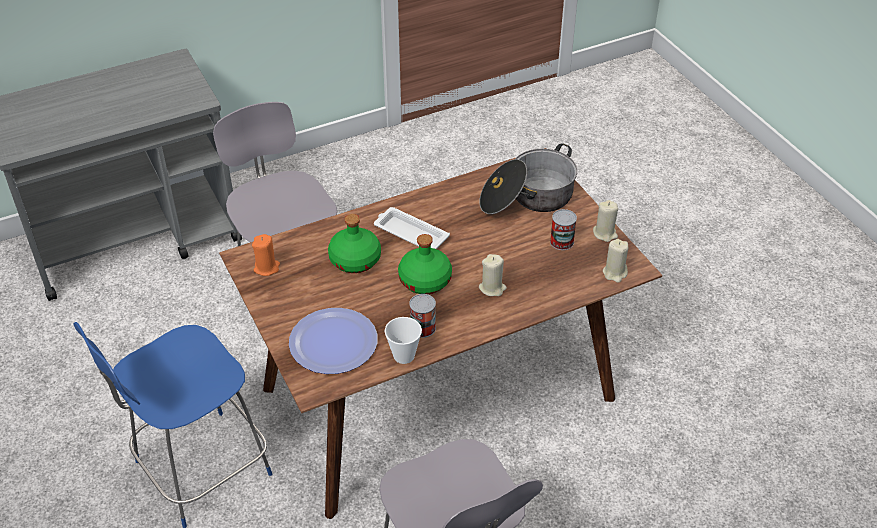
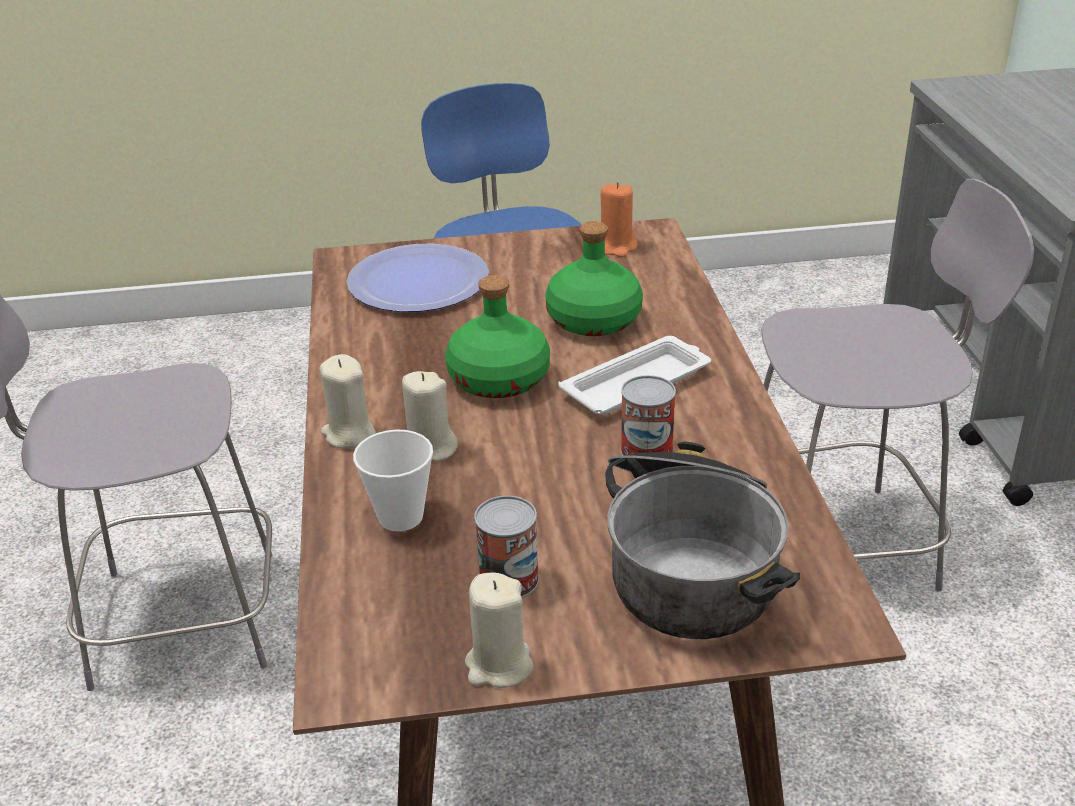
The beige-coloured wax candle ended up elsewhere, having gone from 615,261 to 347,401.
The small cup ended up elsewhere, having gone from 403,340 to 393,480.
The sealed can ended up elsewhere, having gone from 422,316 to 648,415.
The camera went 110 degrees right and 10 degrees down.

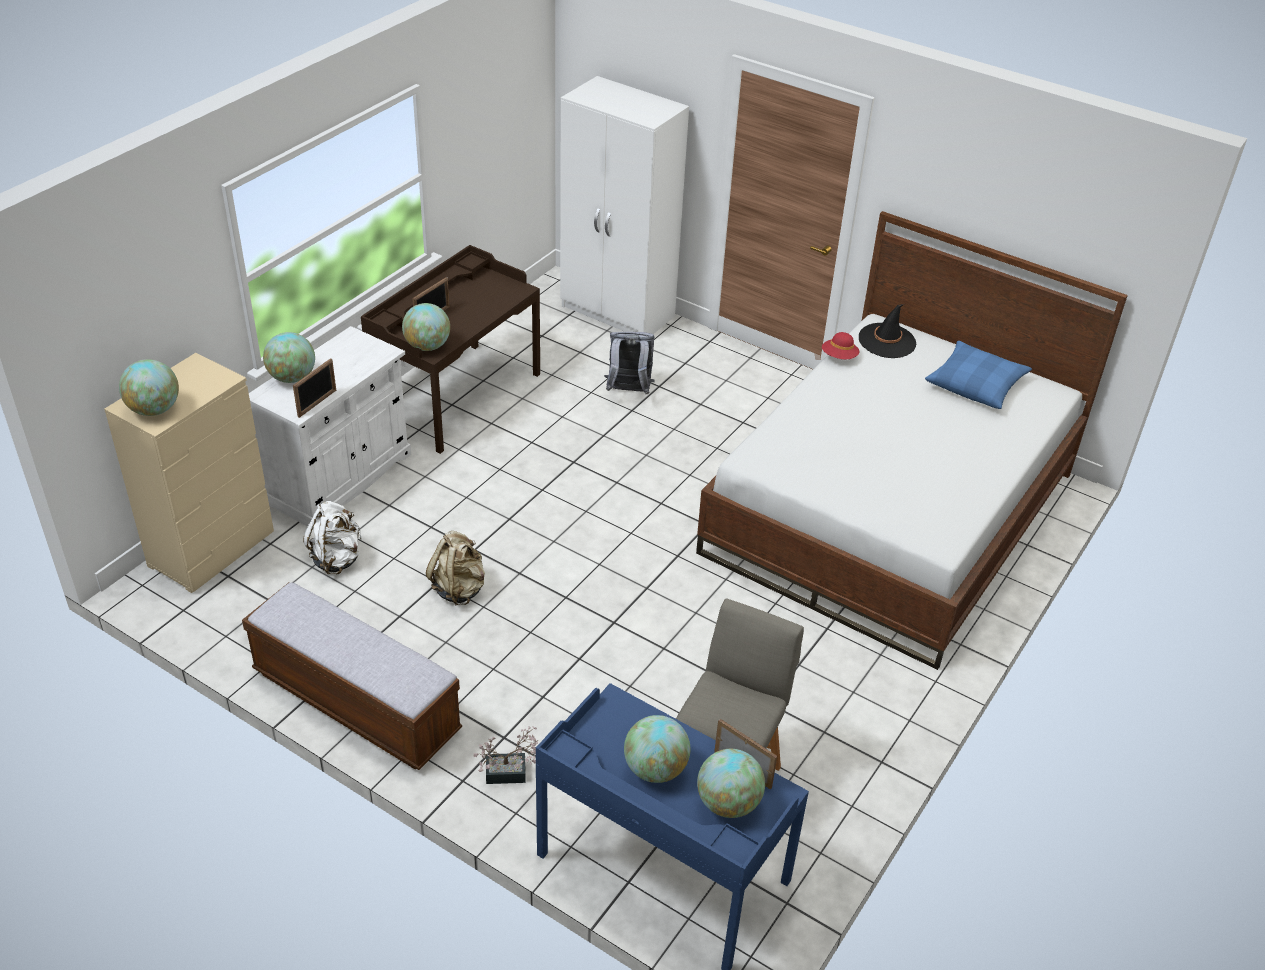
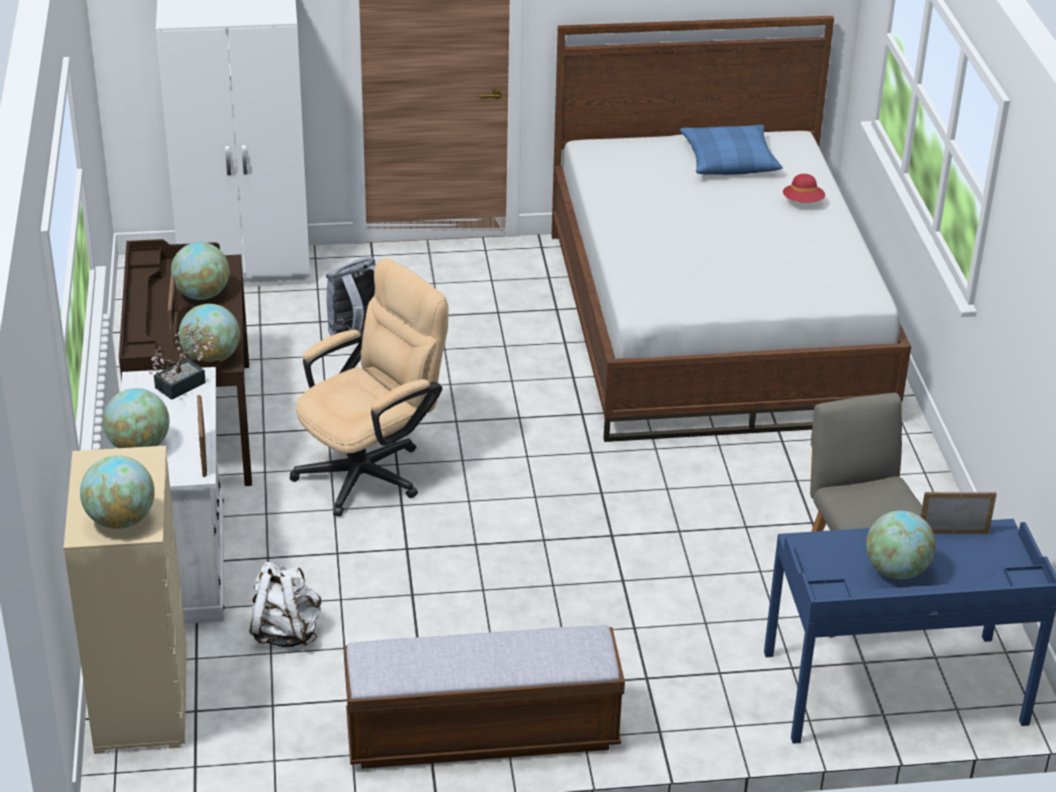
The plant in a pot ended up elsewhere, having gone from 505,755 to 182,361.
The desk globe ended up elsewhere, having gone from 731,783 to 200,271.
The second view gained the beige-coloured desk chair at 369,387.
The red-coloured clothing hat ended up elsewhere, having gone from 840,345 to 804,188.
The second view lost the beige-coloured rucksack at 455,568.
The second view lost the blackish clothing hat at 887,331.
The camera went 40 degrees left and 5 degrees down.

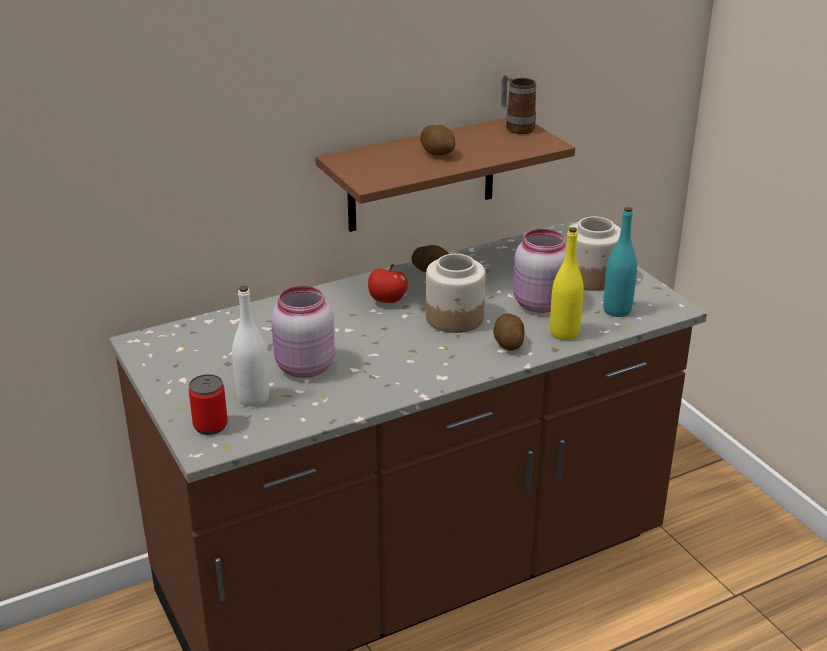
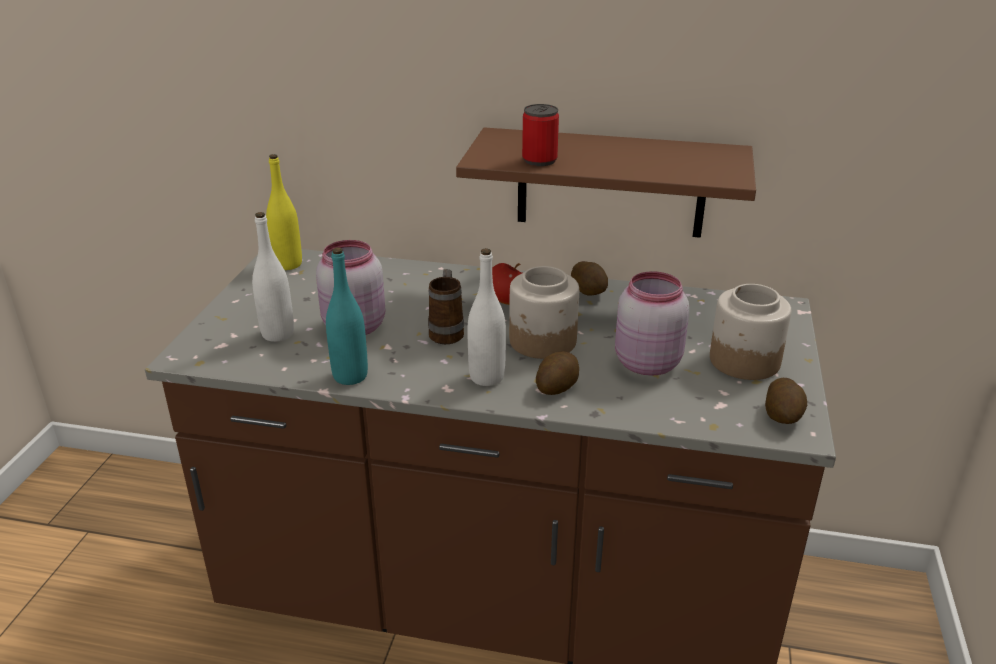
The yellowish beverage bottle ended up elsewhere, having gone from 567,283 to 284,212.
The turquoise-coloured beverage bottle ended up elsewhere, having gone from 620,262 to 347,316.
The mug ended up elsewhere, having gone from 518,104 to 446,306.
The second view gained the white-coloured beverage bottle at 487,317.
The sealed can ended up elsewhere, having gone from 208,404 to 540,135.
The whole potato ended up elsewhere, having gone from 437,140 to 786,401.
The camera went 40 degrees right and 0 degrees up.

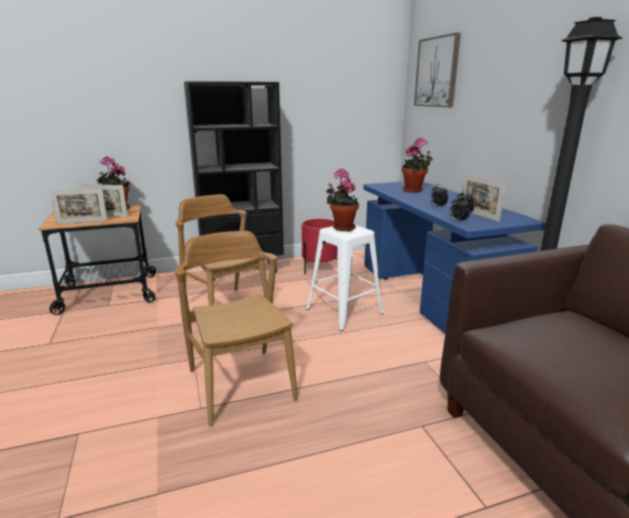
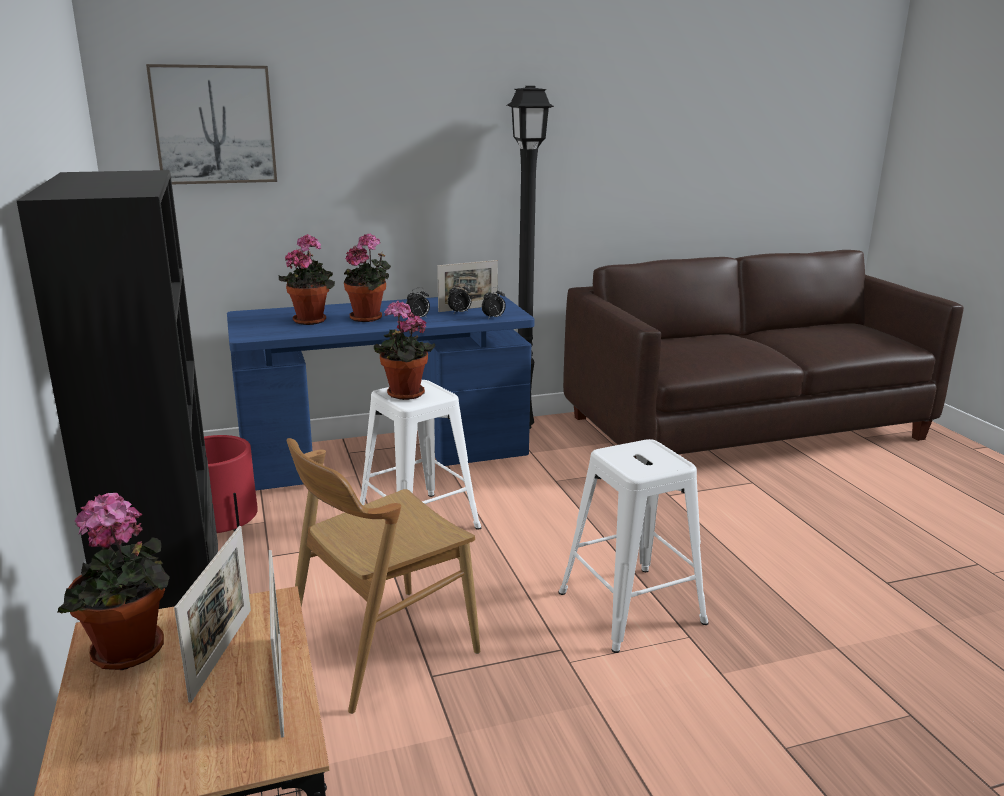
The second view gained the plant in a pot at 367,277.
Where the brownish upright chair stood at 236,329, the white-coloured sitting stool came to stand at 633,546.
The camera went 90 degrees left and 0 degrees up.

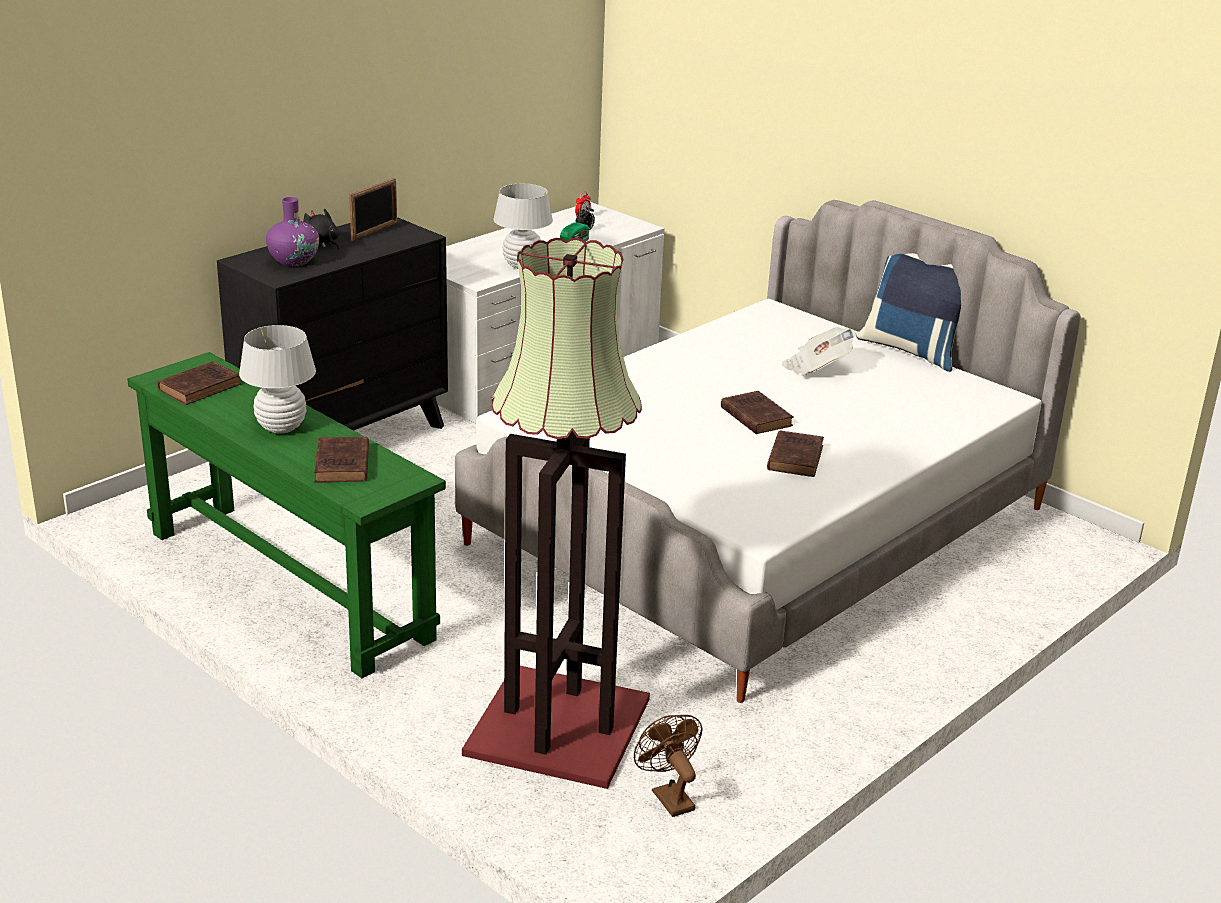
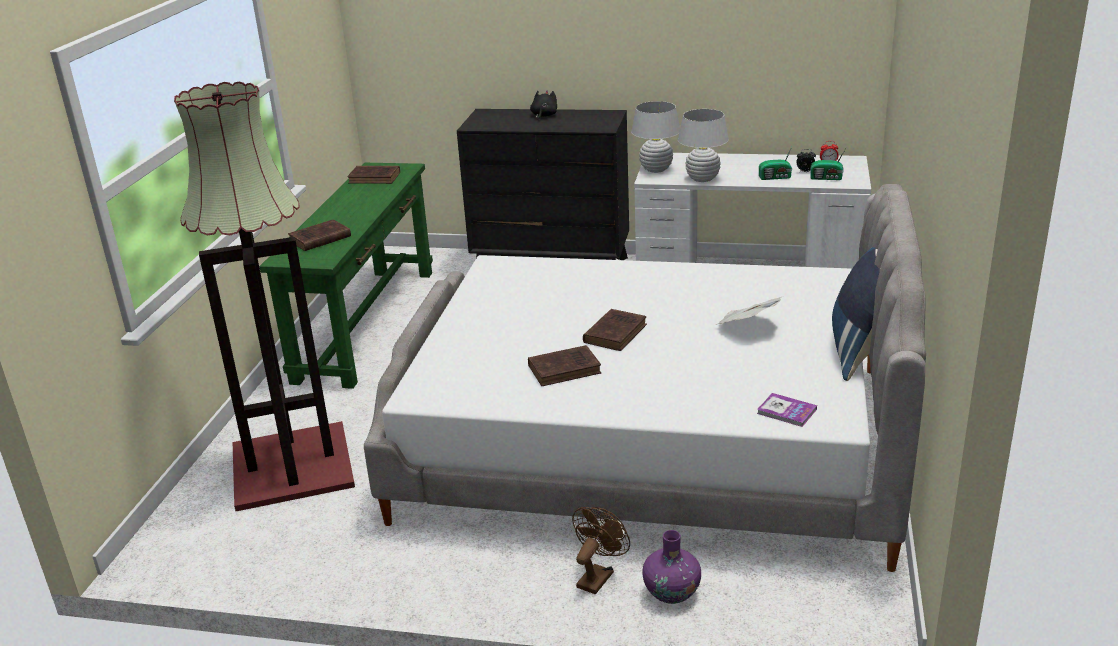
The brownish cooling fan ended up elsewhere, having gone from 668,766 to 601,550.
The white-coloured tabletop lamp ended up elsewhere, having gone from 277,379 to 655,137.
The purplish flower vase ended up elsewhere, having gone from 292,232 to 671,567.
The second view gained the bound book at 787,410.
The second view gained the radio at 828,164.
The second view lost the standing frame at 373,209.
The camera went 60 degrees right and 0 degrees up.

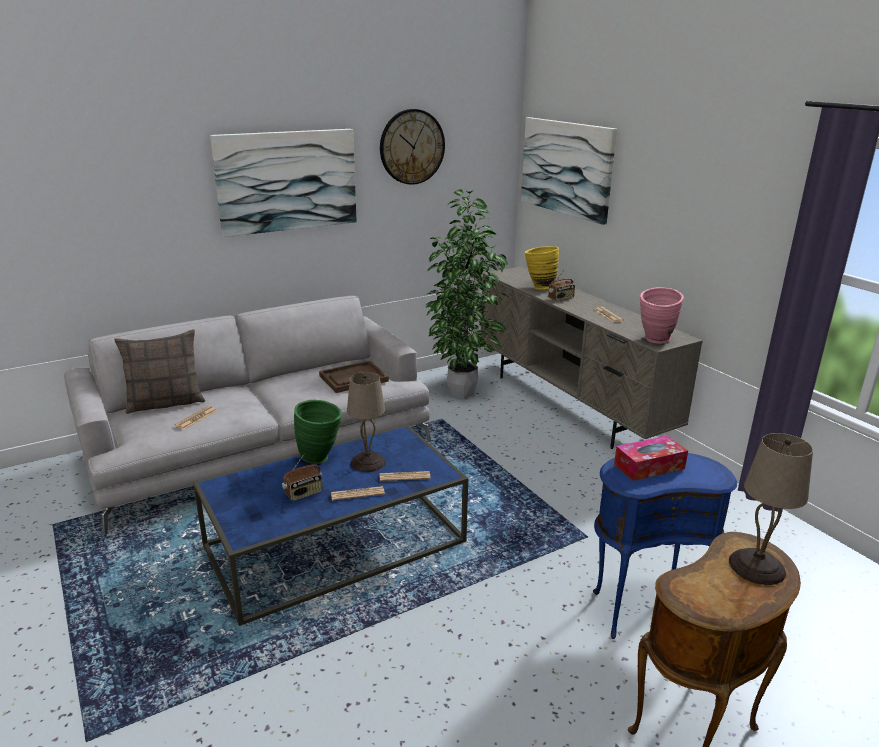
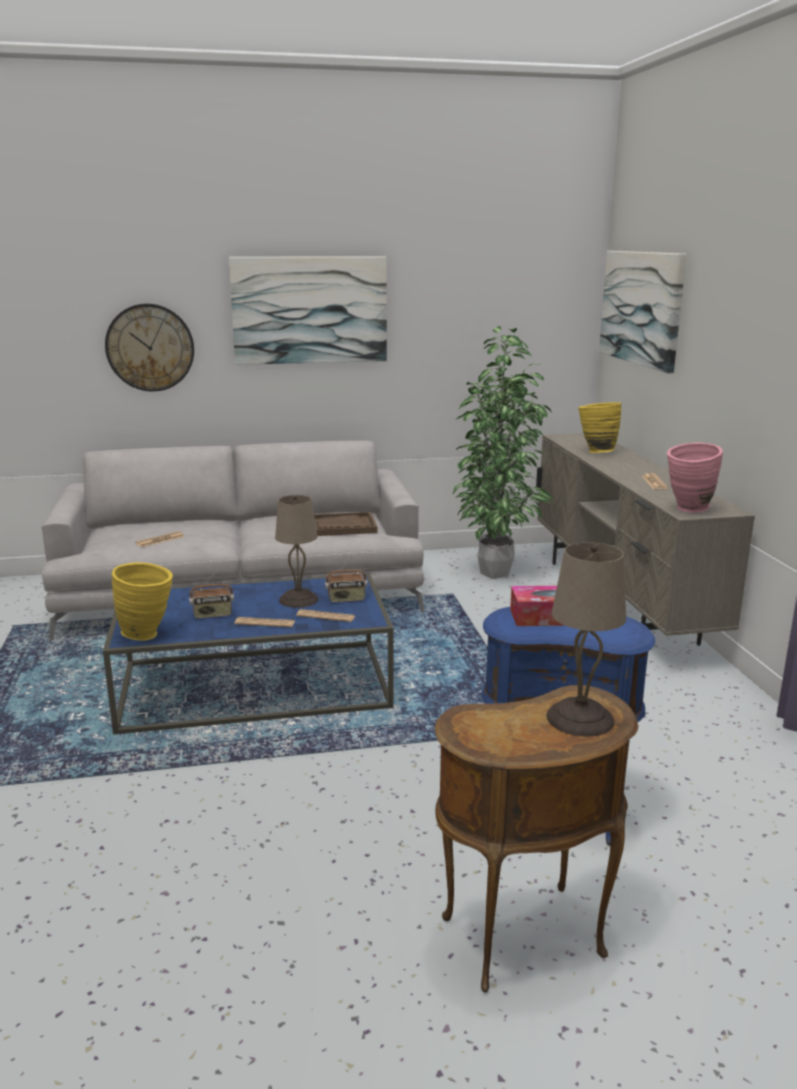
The wall clock ended up elsewhere, having gone from 412,147 to 149,347.
The second view gained the yellowish flower vase at 142,601.
The radio ended up elsewhere, having gone from 561,285 to 346,579.
The second view lost the cushion at 159,371.
The second view lost the greenish flower vase at 318,432.
The camera went 20 degrees right and 5 degrees down.

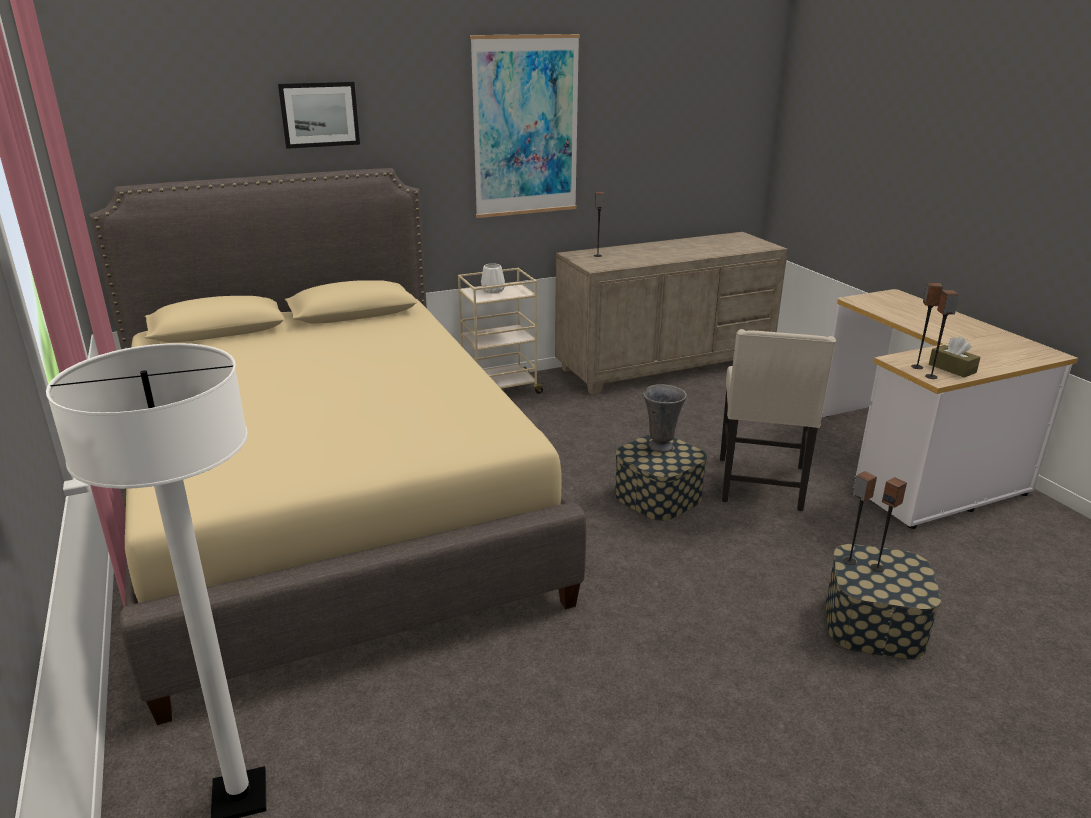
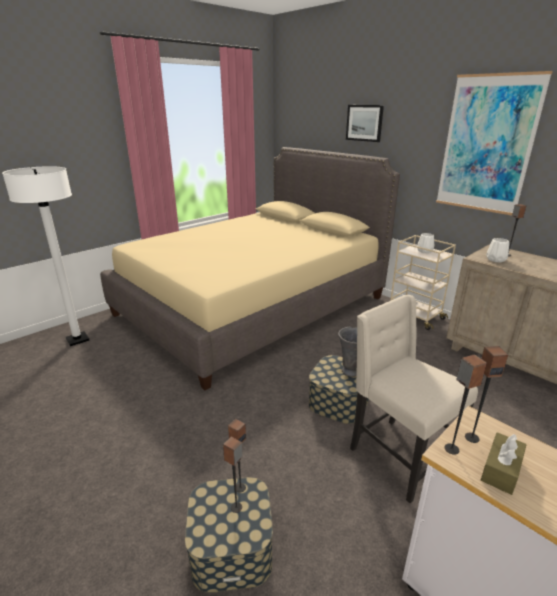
The beige-coloured upright chair at 778,420 ended up facing another way, 60 degrees clockwise from before.
The second view gained the white-coloured flower vase at 497,250.
The camera went 70 degrees right and 0 degrees up.

